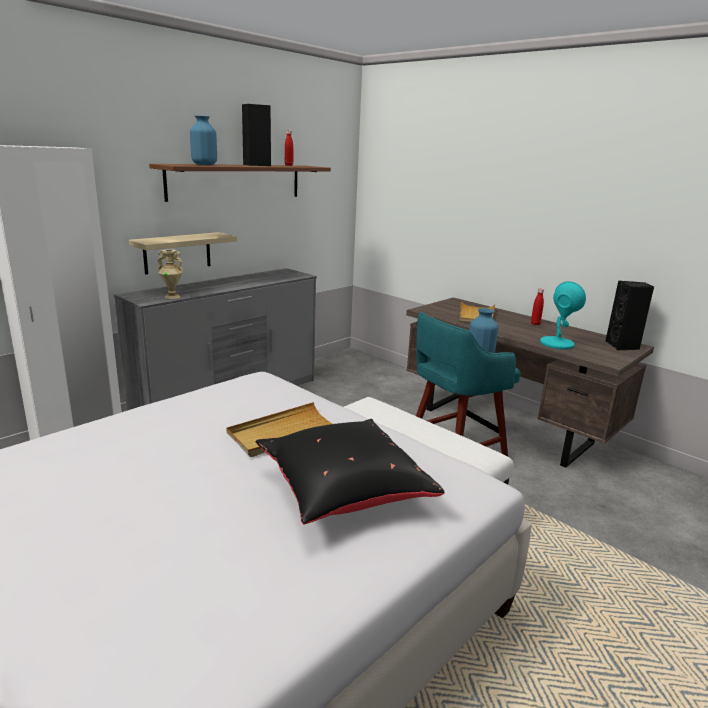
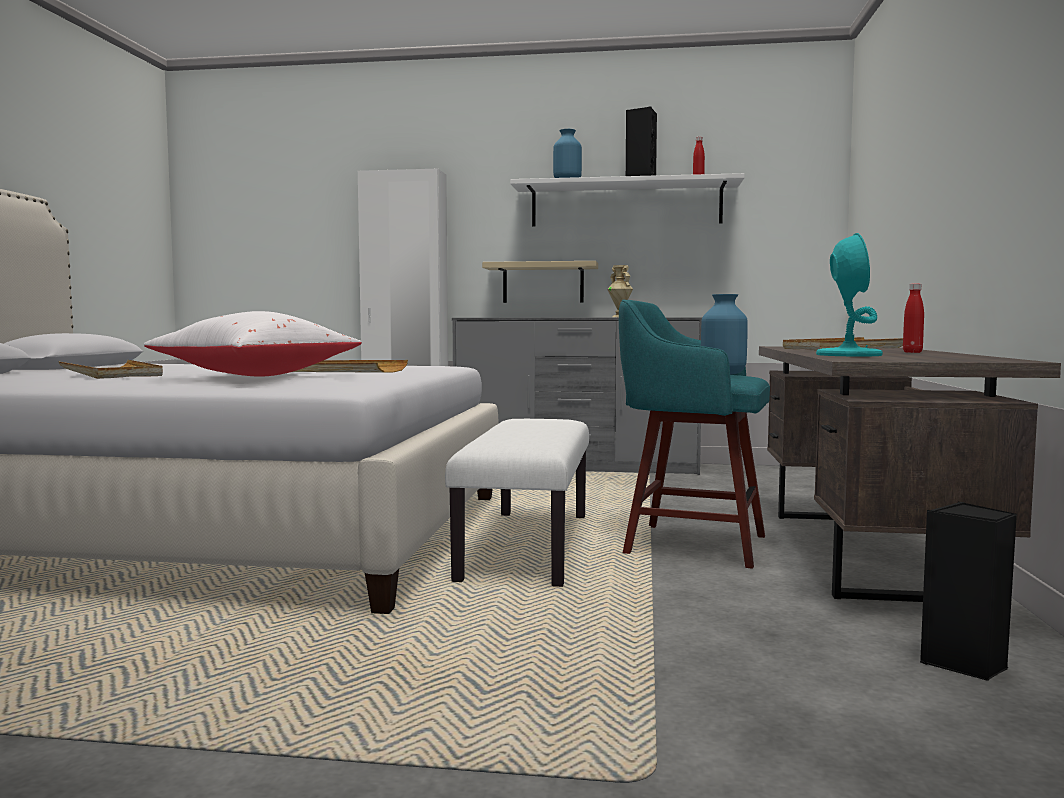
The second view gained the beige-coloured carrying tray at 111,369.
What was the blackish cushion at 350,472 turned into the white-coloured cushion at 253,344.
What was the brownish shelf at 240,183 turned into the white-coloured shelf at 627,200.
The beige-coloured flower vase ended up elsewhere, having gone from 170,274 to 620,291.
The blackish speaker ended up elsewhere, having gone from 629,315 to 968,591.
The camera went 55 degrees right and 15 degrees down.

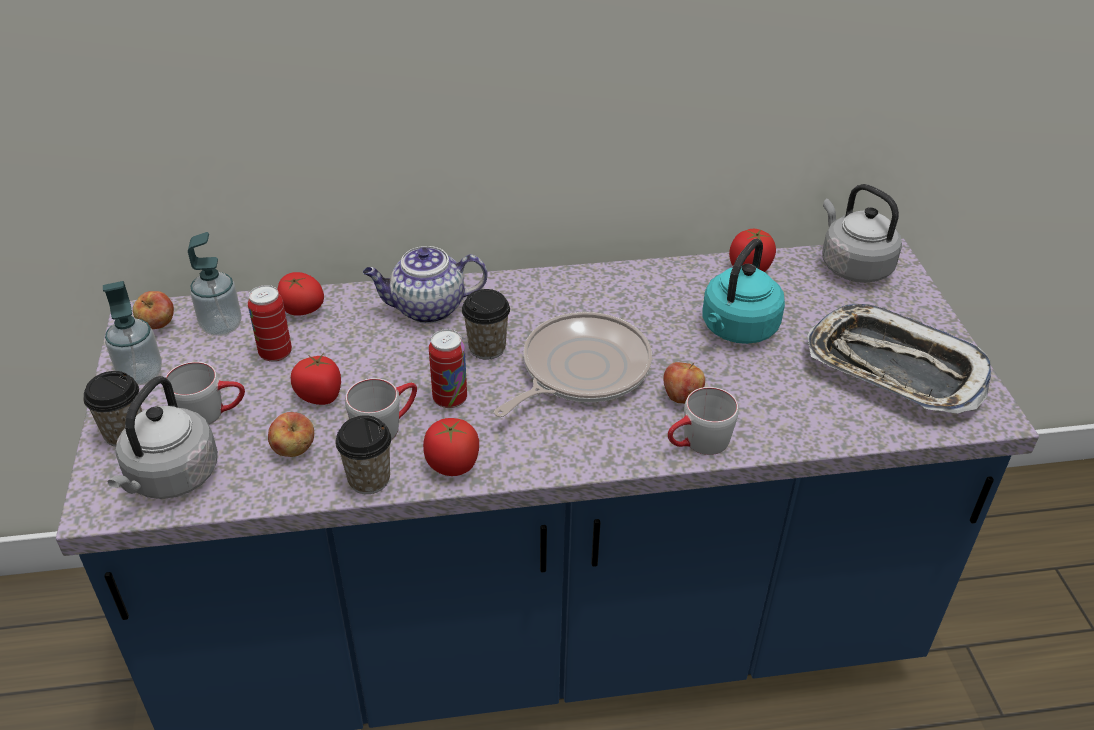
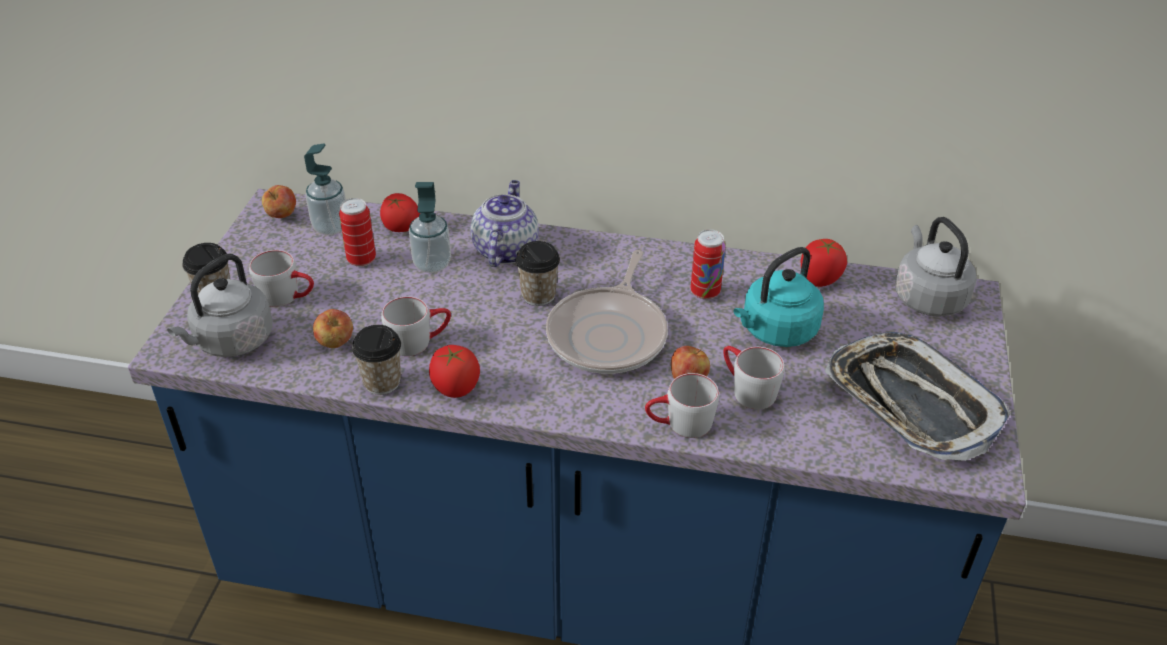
The liquid soap bottle ended up elsewhere, having gone from 132,333 to 430,227.
The tea pot at 425,285 ended up facing another way, 90 degrees clockwise from before.
The pan at 573,364 ended up facing another way, 135 degrees clockwise from before.
The sealed can ended up elsewhere, having gone from 448,368 to 708,264.
The second view gained the greyish mug at 754,378.
The second view lost the fresh tomato at 316,379.
The camera went 20 degrees right and 0 degrees up.

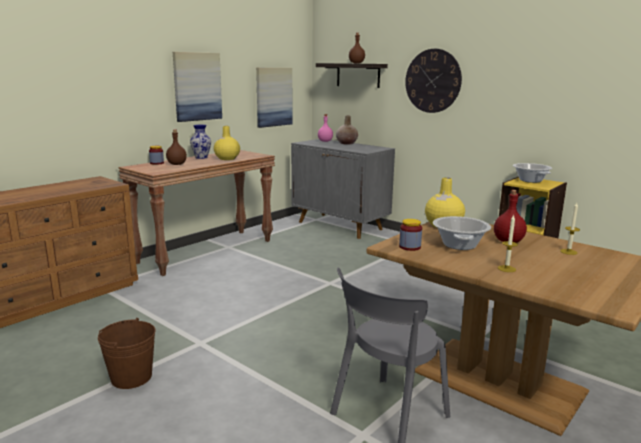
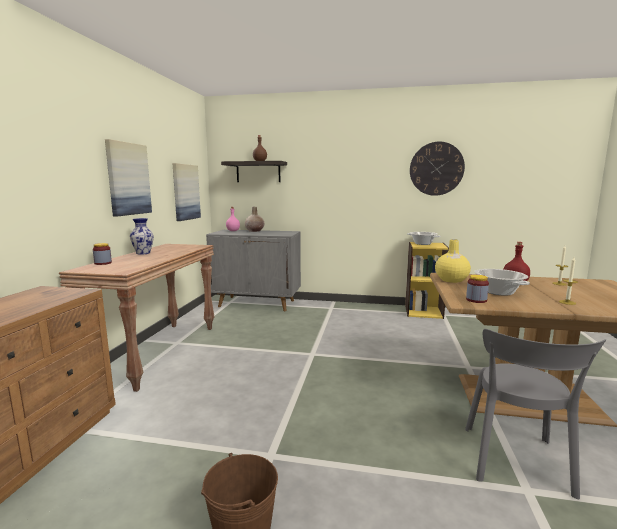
The wall clock ended up elsewhere, having gone from 433,81 to 437,169.
The second view lost the brownish beverage bottle at 176,147.
The second view lost the yellowish flower vase at 227,143.
The camera went 30 degrees left and 5 degrees down.

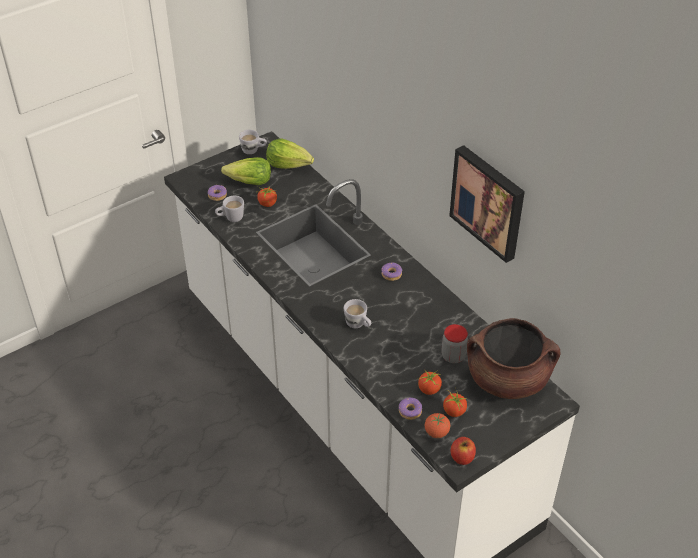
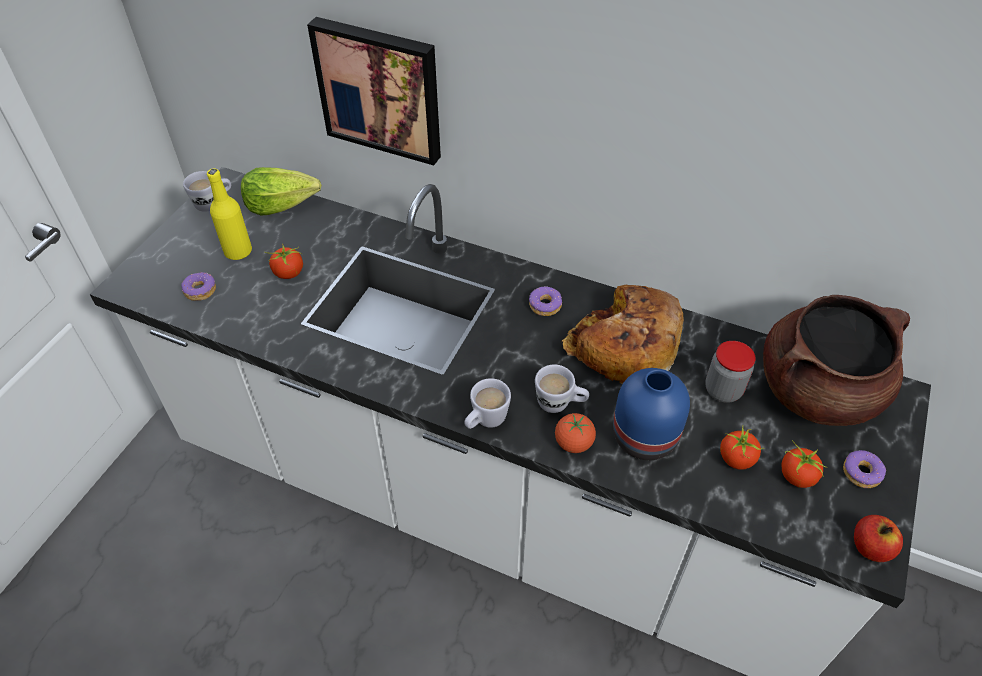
Where the lettuce stood at 246,171, the yellowish beverage bottle came to stand at 229,214.
The picture ended up elsewhere, having gone from 487,204 to 374,91.
The white-coloured mug ended up elsewhere, having gone from 229,209 to 487,403.
The fresh tomato ended up elsewhere, having gone from 437,425 to 575,433.
The second view gained the baked bread at 622,334.
The second view gained the bluish flower vase at 651,414.
The donut ended up elsewhere, having gone from 410,408 to 864,469.
The camera went 30 degrees left and 5 degrees up.

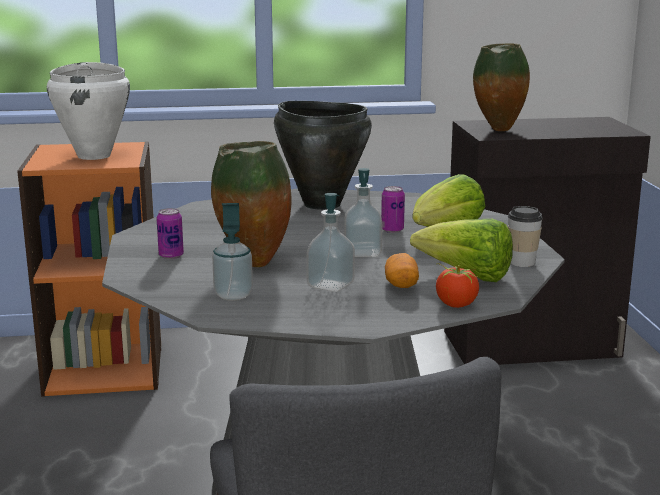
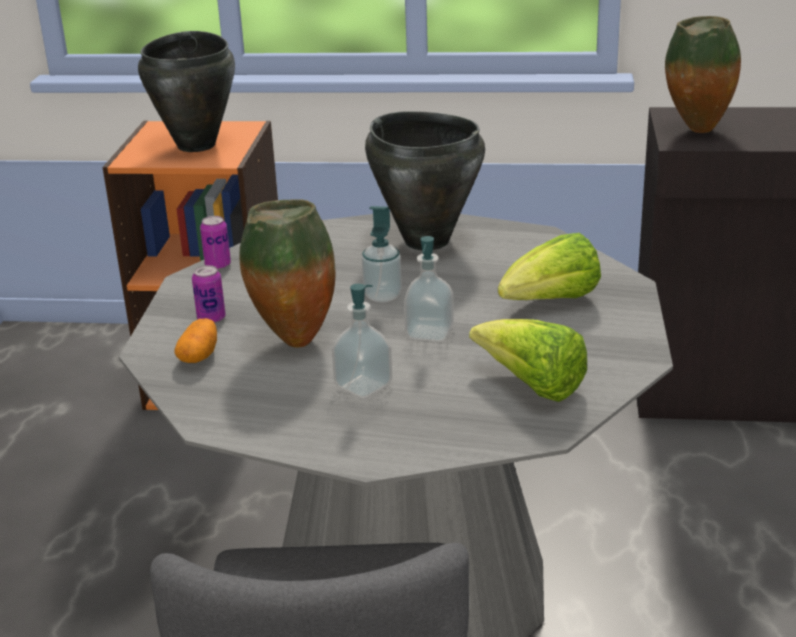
What was the white-coloured stockpot at 88,111 turned into the blackish stockpot at 186,91.
The whole potato ended up elsewhere, having gone from 402,270 to 195,340.
The sealed can ended up elsewhere, having gone from 393,209 to 215,243.
The liquid soap bottle ended up elsewhere, having gone from 232,252 to 382,254.
The second view lost the fresh tomato at 457,283.
The second view lost the small cup at 525,236.
The camera went 15 degrees right and 10 degrees up.

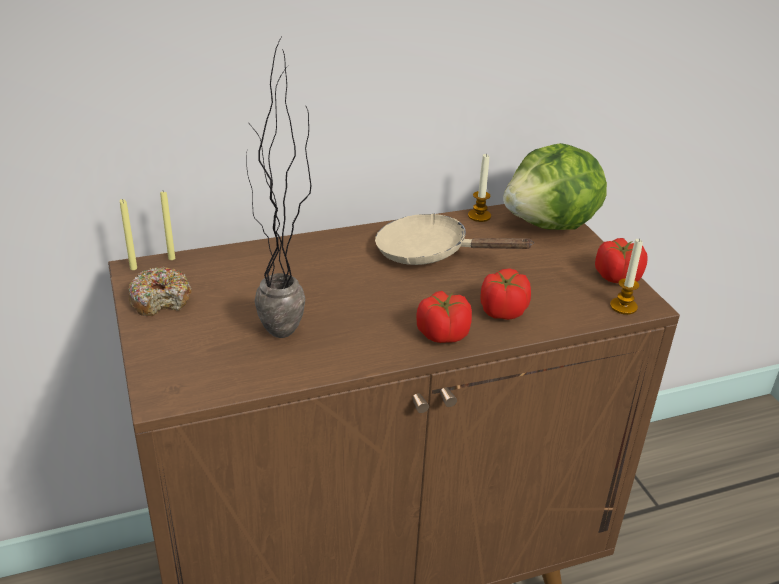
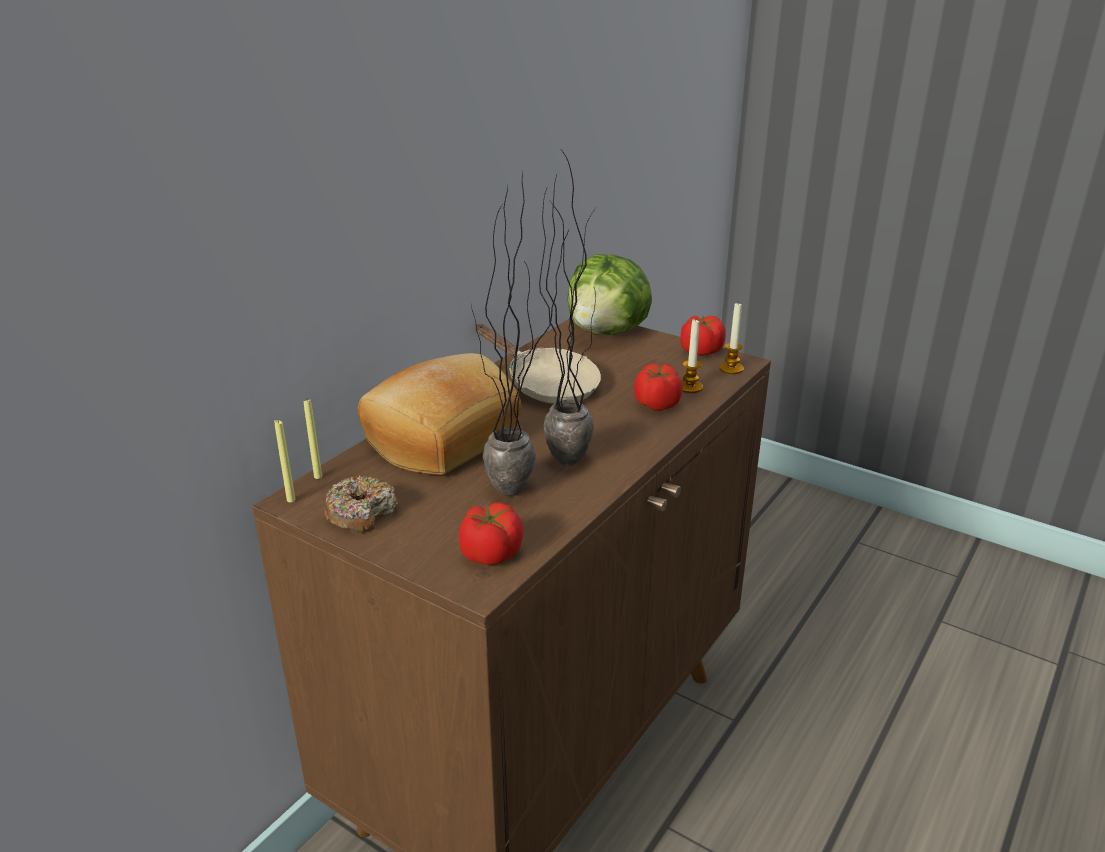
The second view gained the baked bread at 440,414.
The fresh tomato ended up elsewhere, having gone from 444,317 to 491,534.
The beige-coloured pan at 454,239 ended up facing another way, 120 degrees counterclockwise from before.
The second view gained the plant in a pot at 567,308.
The wax candle ended up elsewhere, having gone from 479,187 to 692,356.
The camera went 35 degrees left and 5 degrees down.

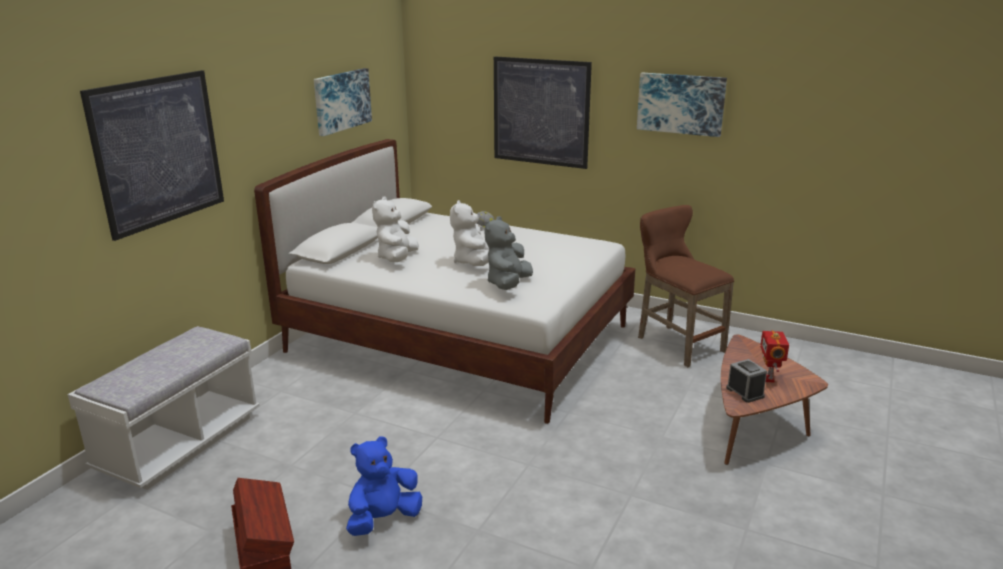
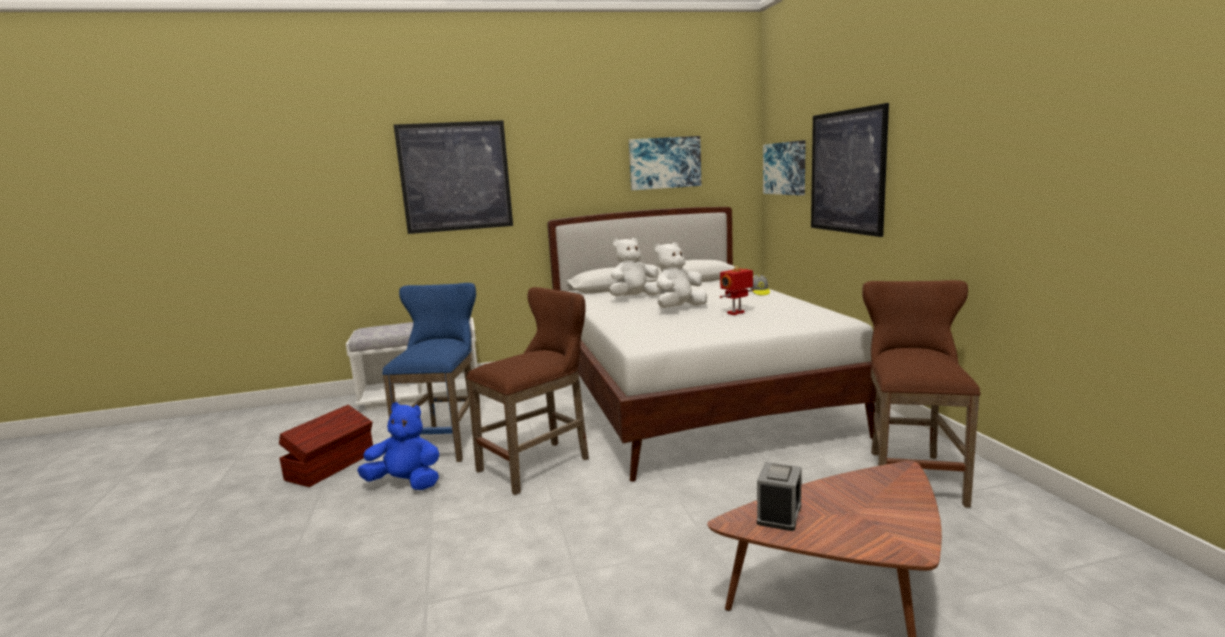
The second view gained the bluish sitting stool at 429,372.
The second view gained the brownish sitting stool at 527,391.
The robot figure ended up elsewhere, having gone from 774,357 to 737,290.
The picture ended up elsewhere, having gone from 682,105 to 784,168.
The second view lost the greyish soft toy at 508,253.
The camera went 50 degrees right and 10 degrees down.

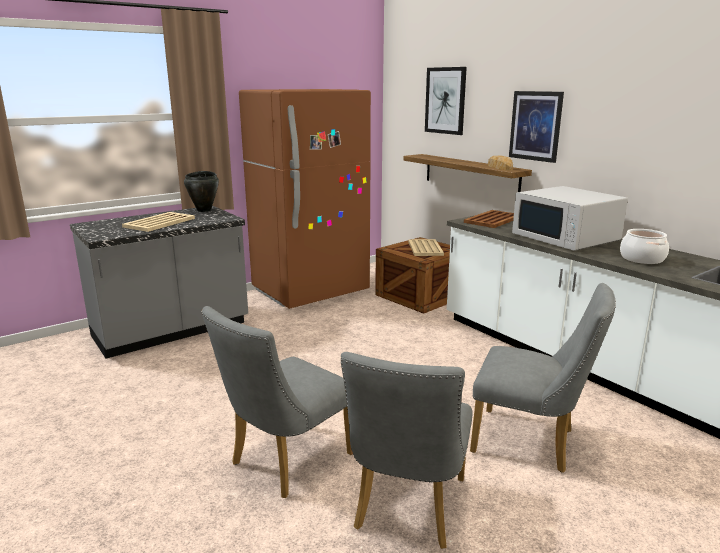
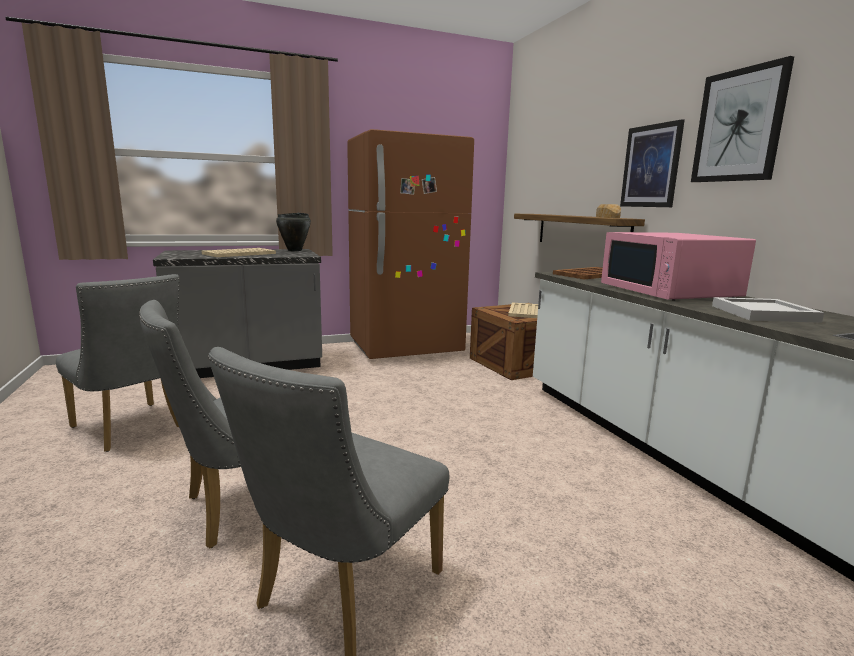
The greyish upright chair ended up elsewhere, having gone from 543,378 to 118,363.
What was the white-coloured microwave at 570,218 turned into the pinkish microwave at 678,266.
The picture ended up elsewhere, having gone from 446,101 to 742,119.
Where the stockpot stood at 644,246, the white-coloured carrying tray came to stand at 768,310.
The camera went 15 degrees right and 5 degrees down.

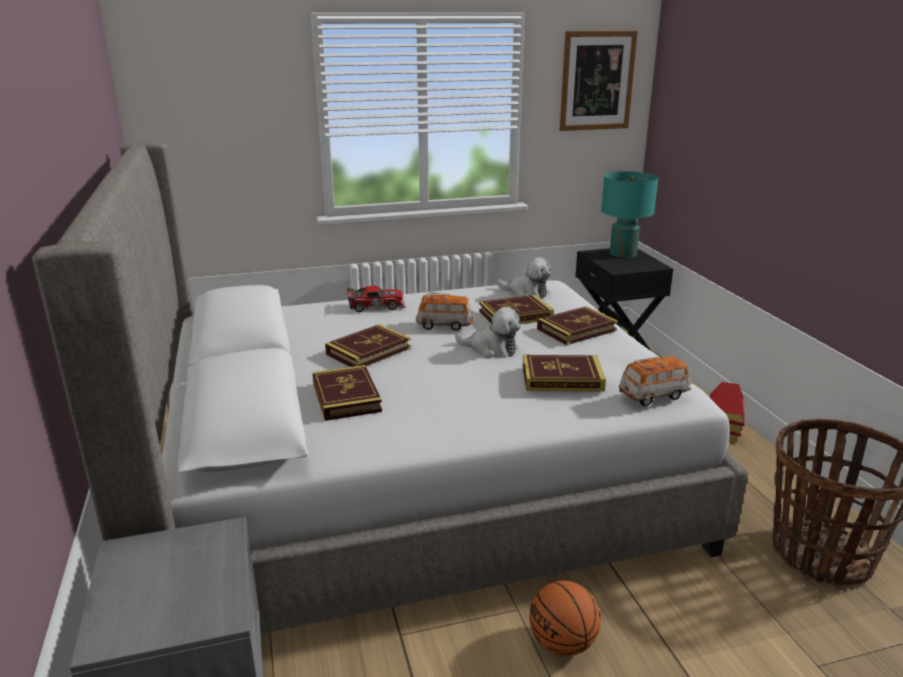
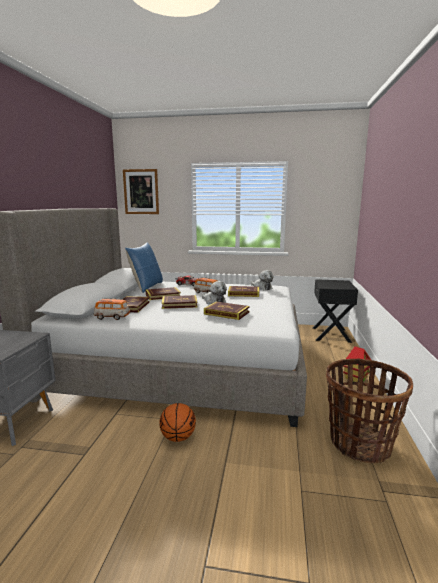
The toy car ended up elsewhere, having gone from 655,381 to 111,309.
The picture ended up elsewhere, having gone from 599,81 to 141,191.
The second view gained the bluish cushion at 144,268.
The bound book ended up elsewhere, having gone from 577,325 to 180,302.
The second view lost the turquoise-coloured tabletop lamp at 629,214.
The camera went 25 degrees right and 10 degrees down.

